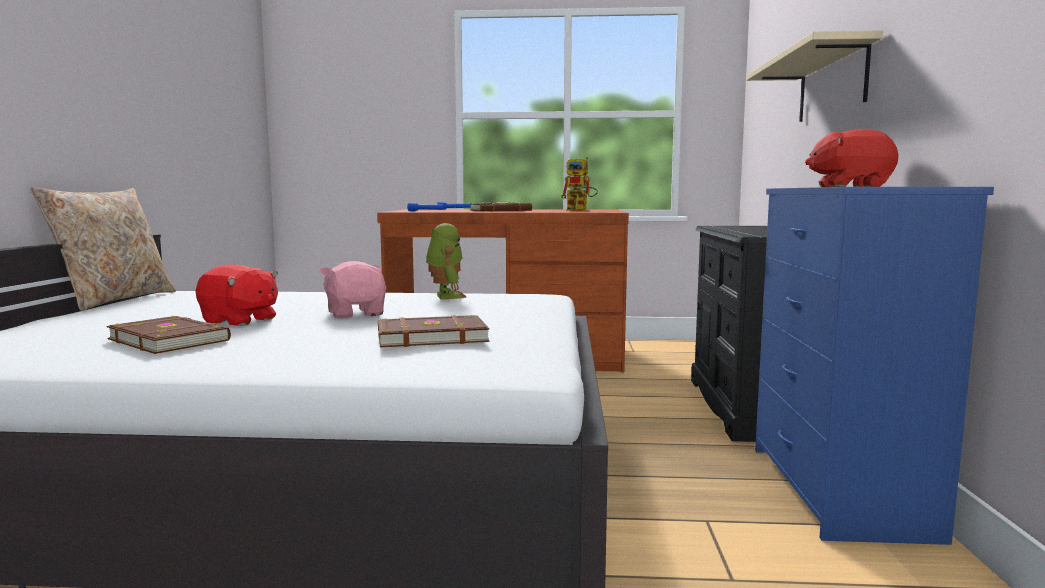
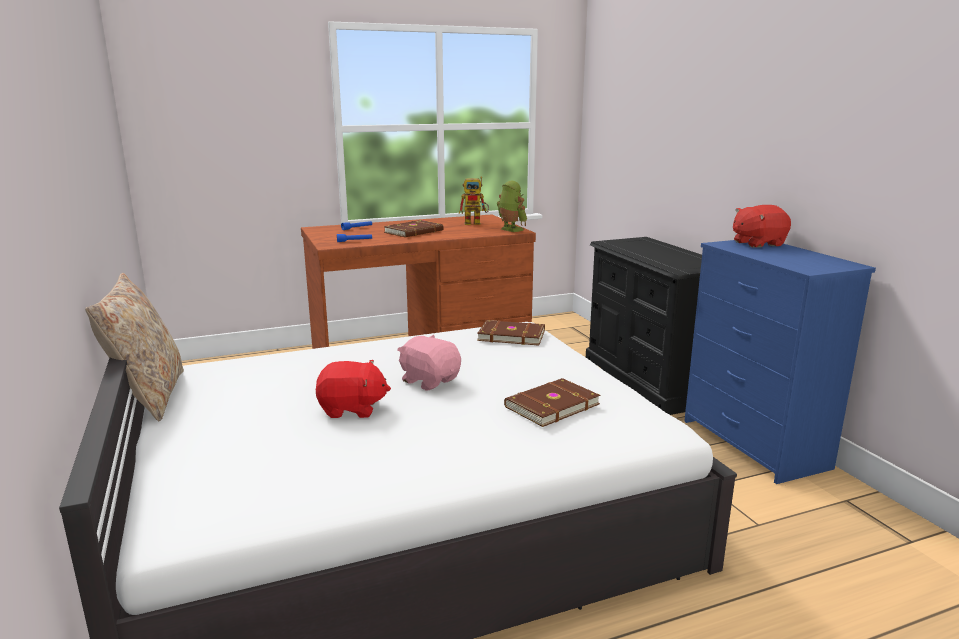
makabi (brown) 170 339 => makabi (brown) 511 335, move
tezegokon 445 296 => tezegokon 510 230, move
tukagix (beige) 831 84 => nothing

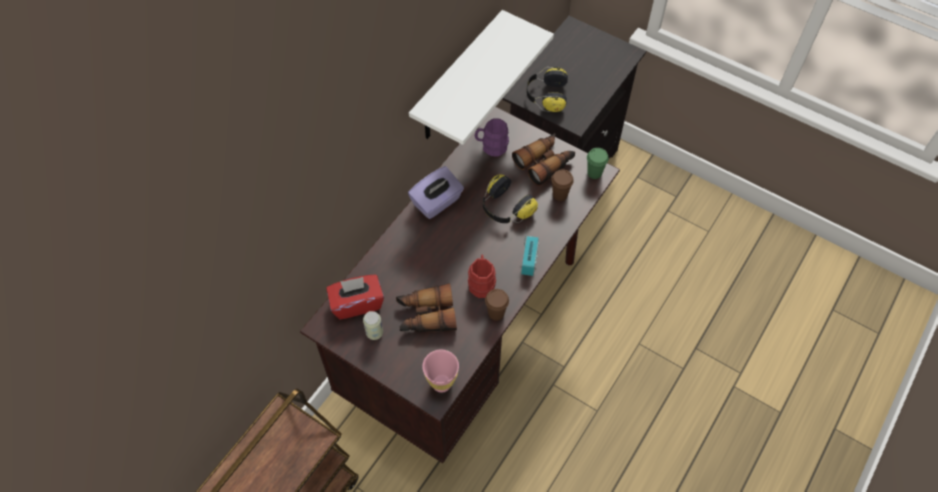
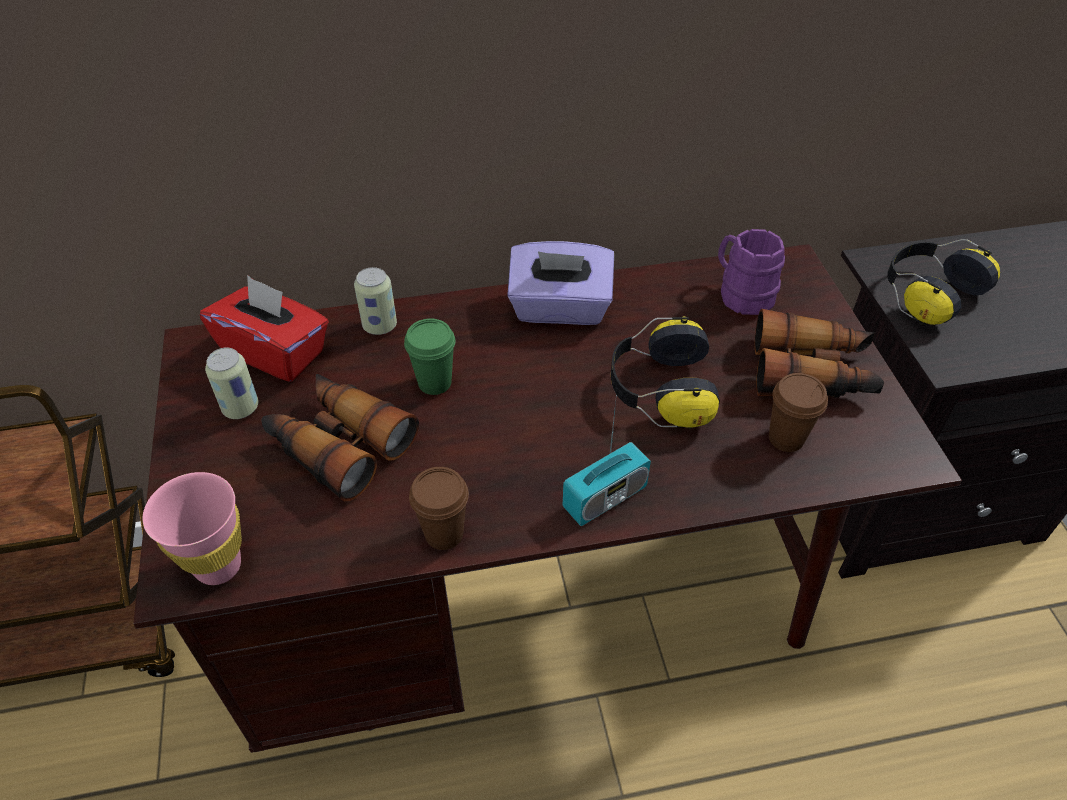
tukagix (white) 457 80 => nothing
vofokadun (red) 481 282 => nothing
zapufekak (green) 594 173 => zapufekak (green) 434 382, move
nothing => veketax 380 326

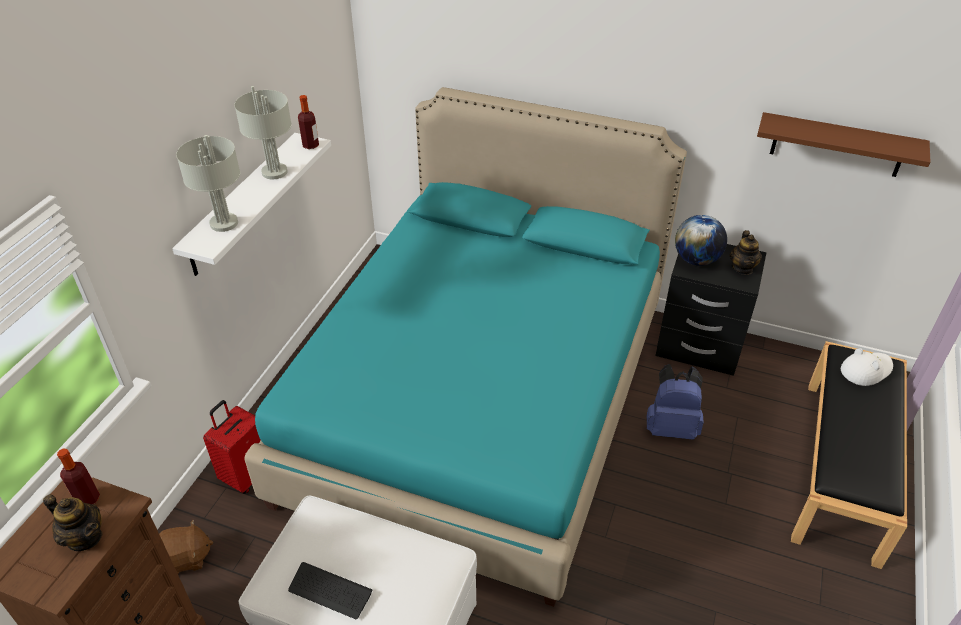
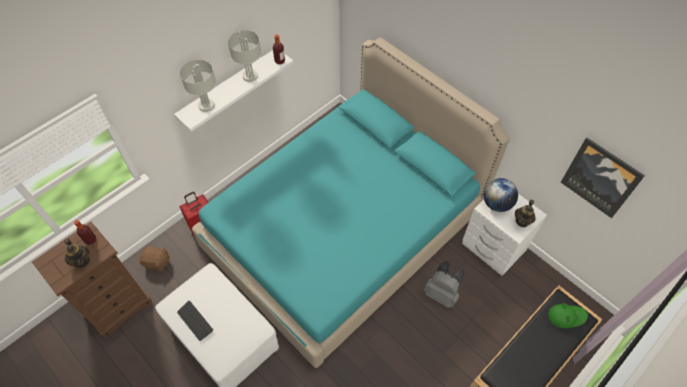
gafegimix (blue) 671 427 => gafegimix (grey) 442 293
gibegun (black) 698 347 => gibegun (white) 493 247
tukagix (brown) 837 145 => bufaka 600 177
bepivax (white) 865 370 => bepivax (green) 566 316

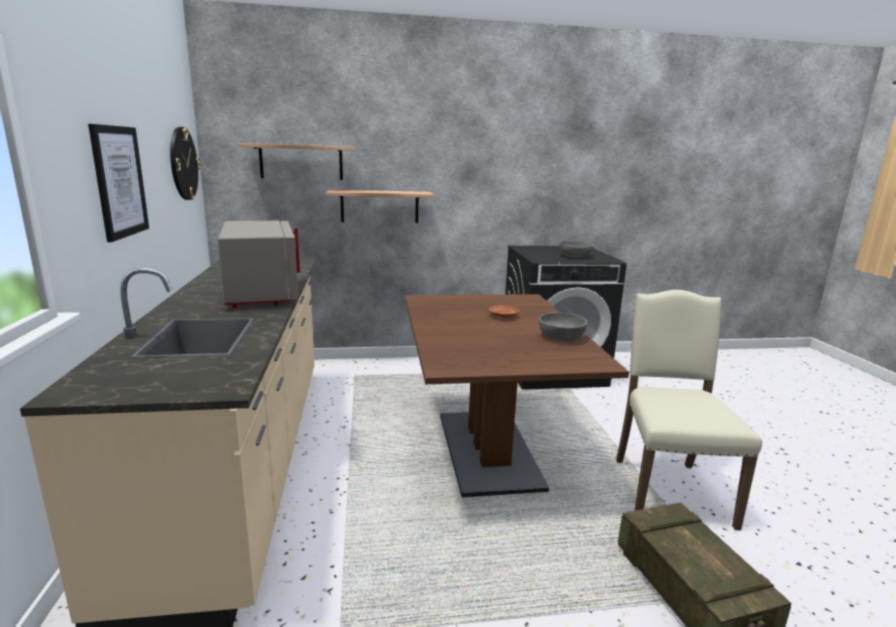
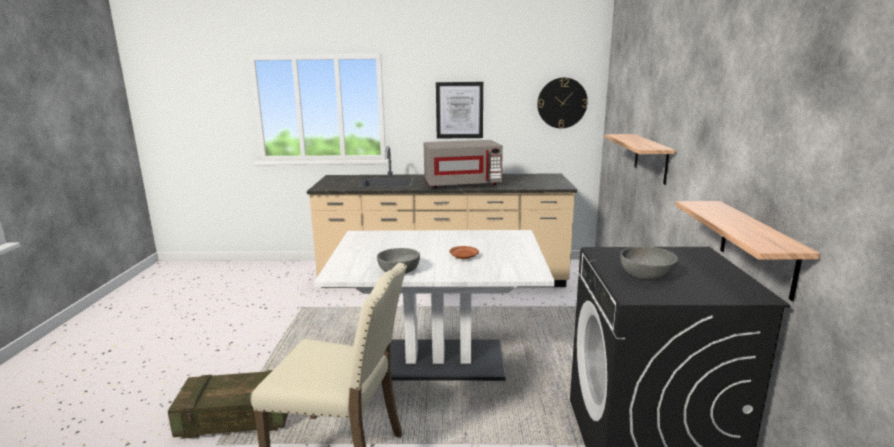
tukagix 301 162 => tukagix 757 248, move
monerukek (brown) 488 450 => monerukek (white) 438 360

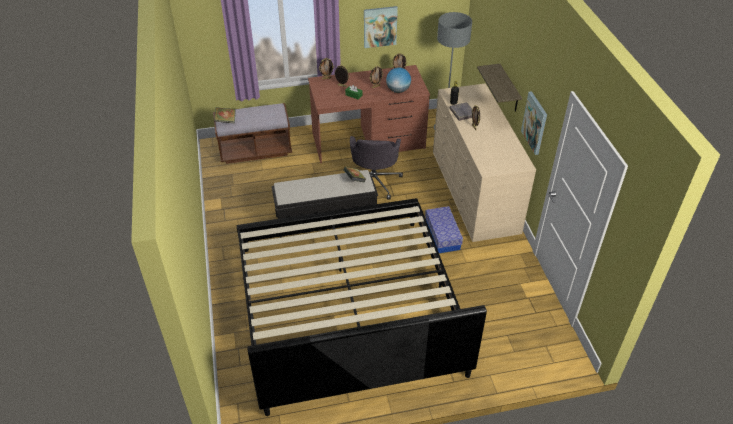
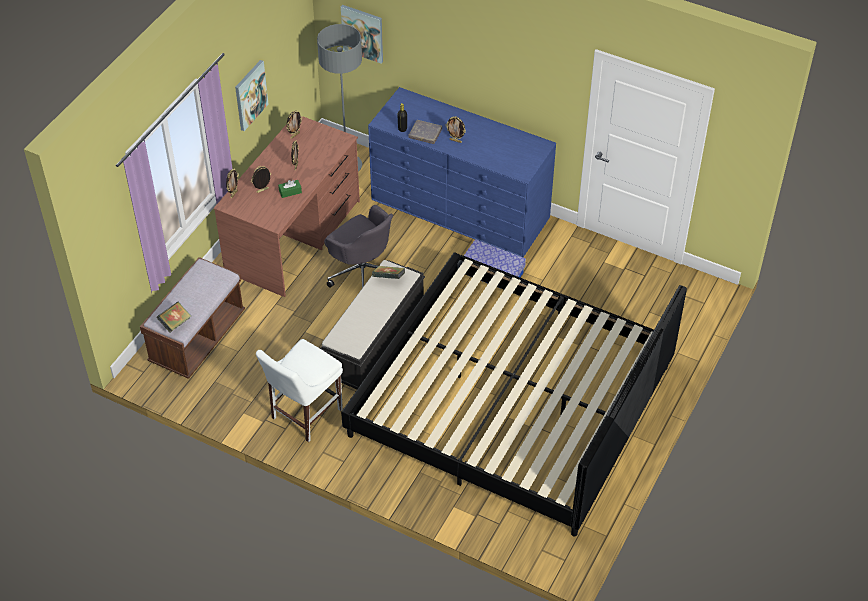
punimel 398 90 => nothing
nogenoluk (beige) 474 191 => nogenoluk (blue) 460 208
tukagix 509 89 => nothing
bufaka 535 123 => bufaka 363 33, move
nothing => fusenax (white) 304 415

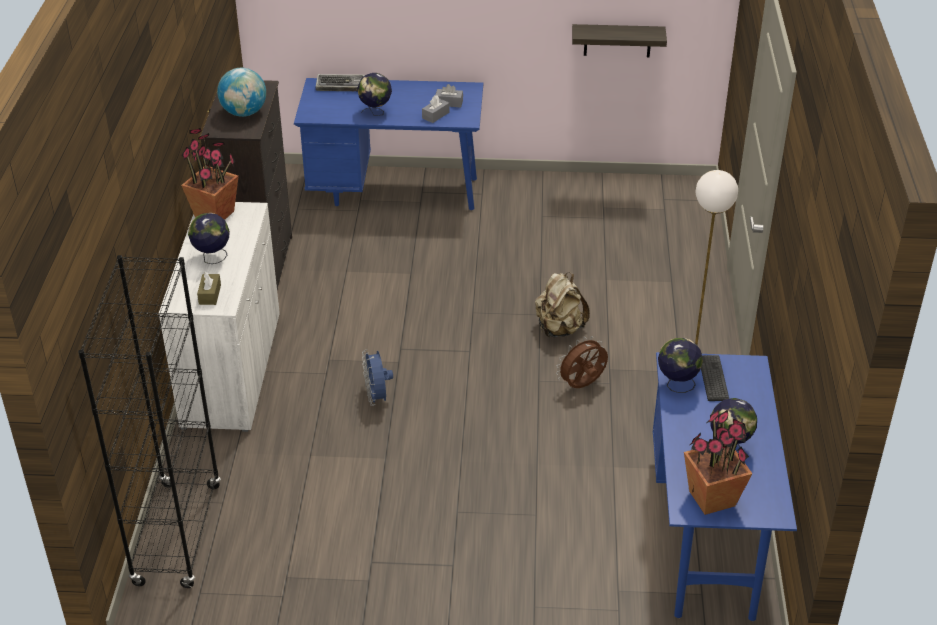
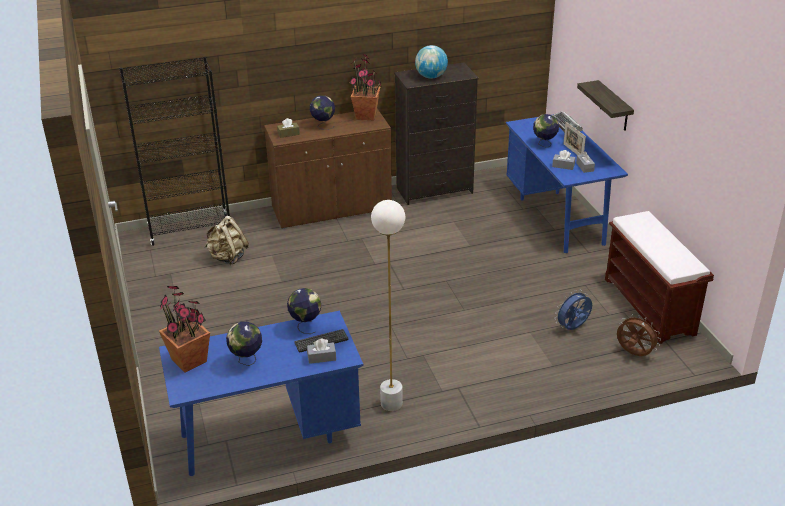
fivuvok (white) 232 370 => fivuvok (brown) 332 209
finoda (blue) 377 398 => finoda (blue) 573 328, move
gafegimix (beige) 559 329 => gafegimix (beige) 228 258, move
finoda (brown) 582 385 => finoda (brown) 633 354, move
tukagix 617 40 => tukagix 614 107, move
nothing => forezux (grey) 321 357
nothing => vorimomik 573 151
nothing => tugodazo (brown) 650 306

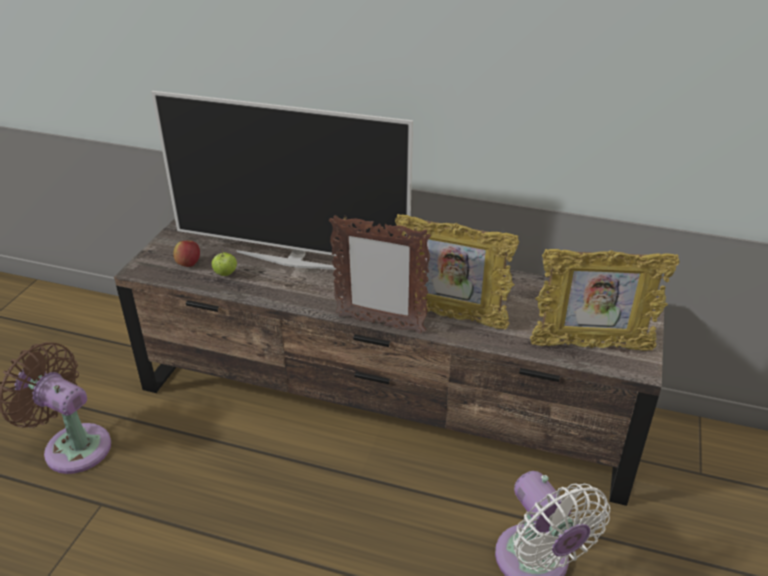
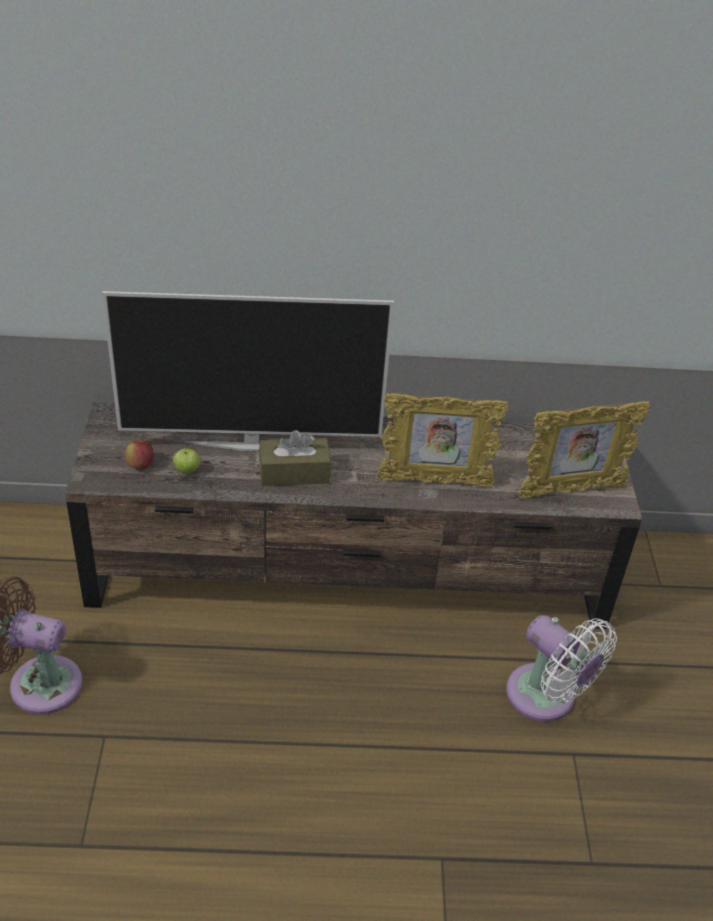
vorimomik 379 324 => nothing
nothing => forezux (brown) 294 473

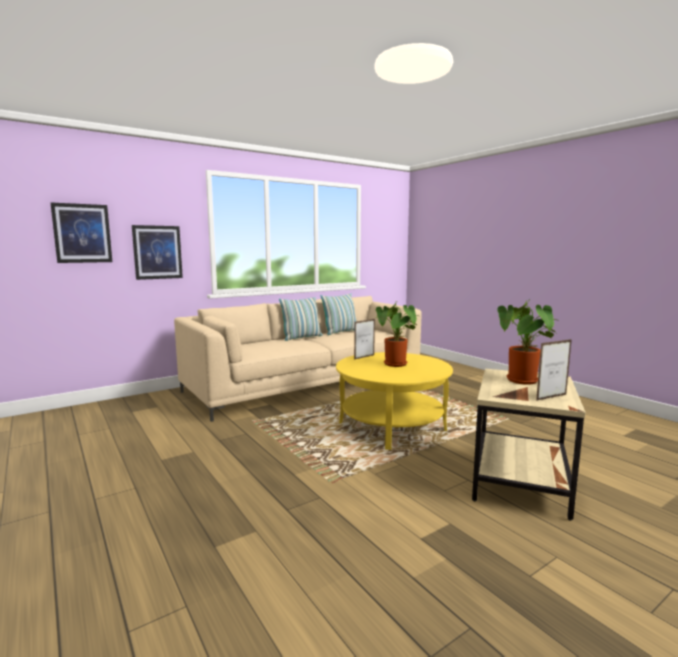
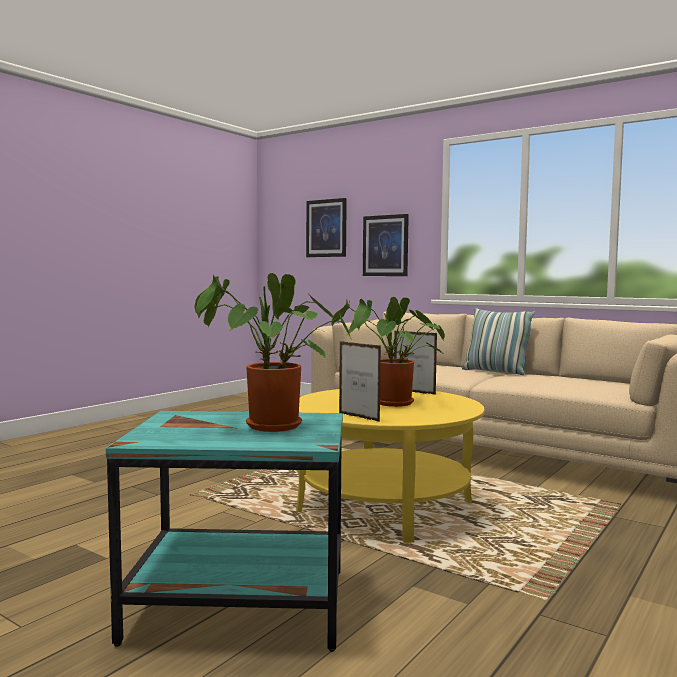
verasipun 340 332 => nothing
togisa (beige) 518 481 => togisa (turquoise) 240 604
vorimomik 551 397 => vorimomik 359 417, move

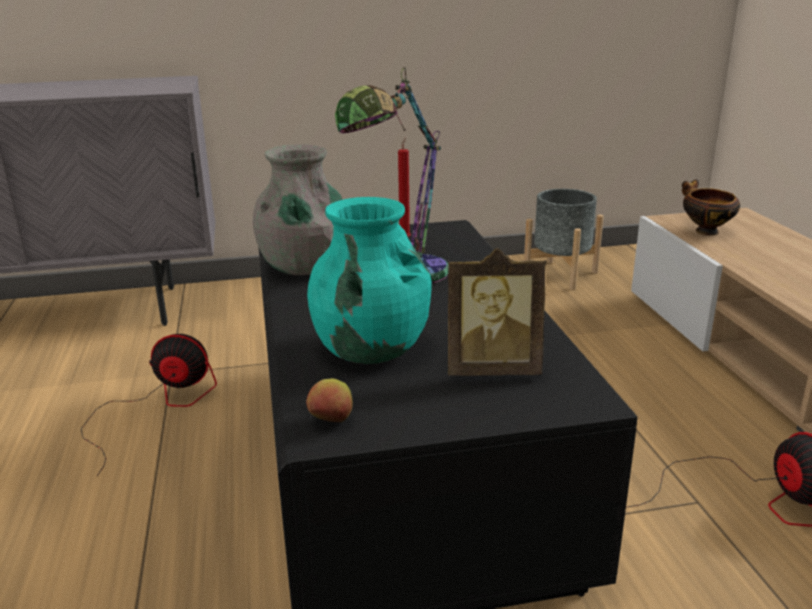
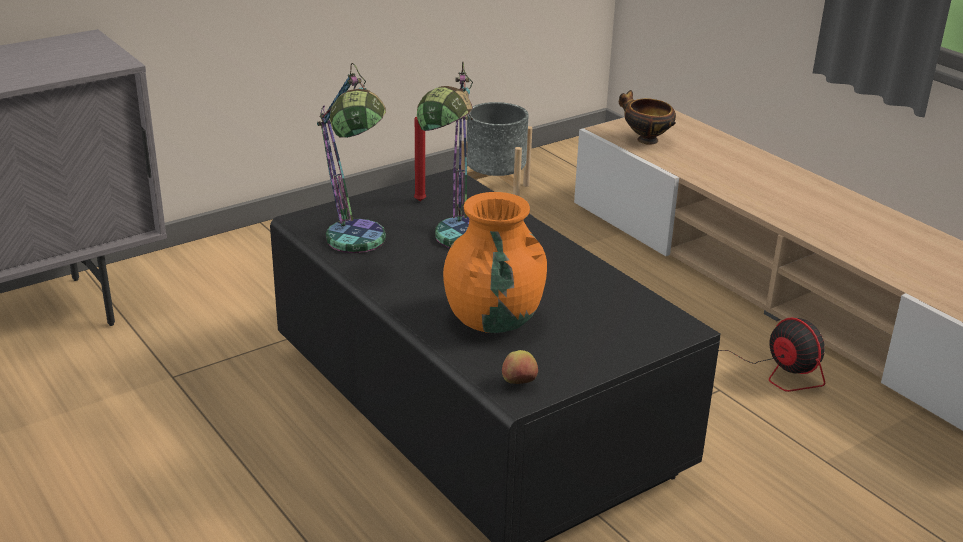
finoda 157 407 => nothing
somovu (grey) 304 267 => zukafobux 355 248
somovu (turquoise) 371 350 => somovu (orange) 493 319
vorimomik 492 369 => nothing

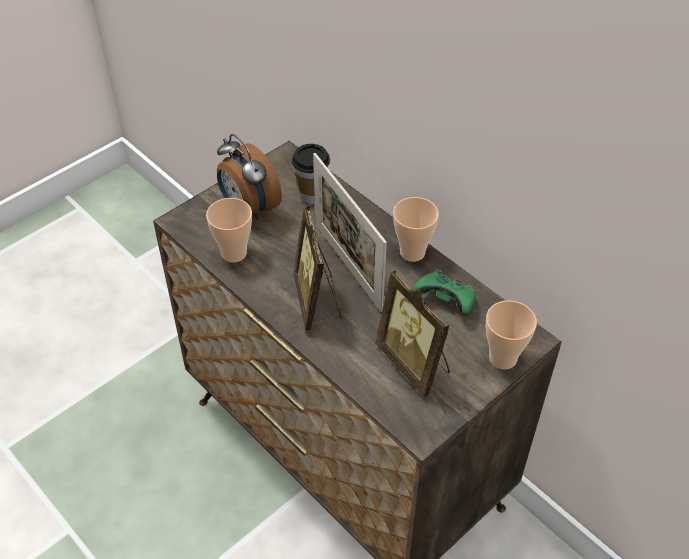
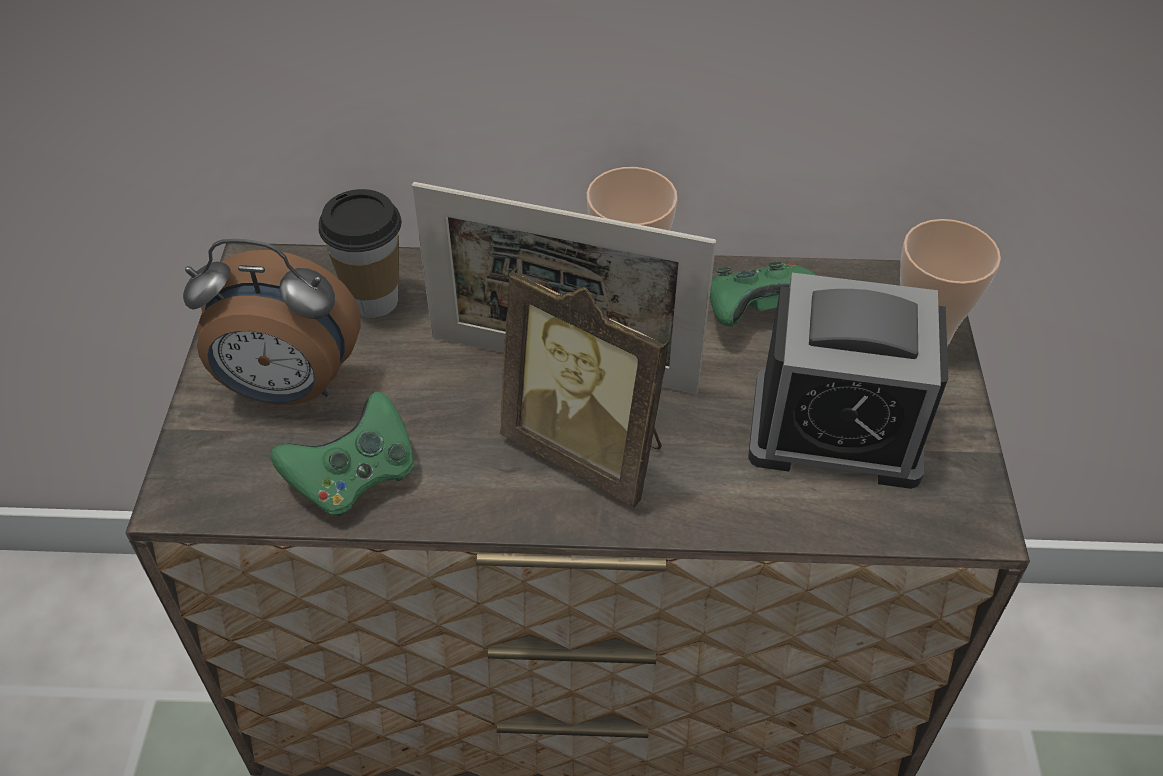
zapufekak 234 253 => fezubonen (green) 354 478
vorimomik 414 363 => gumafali 835 430

